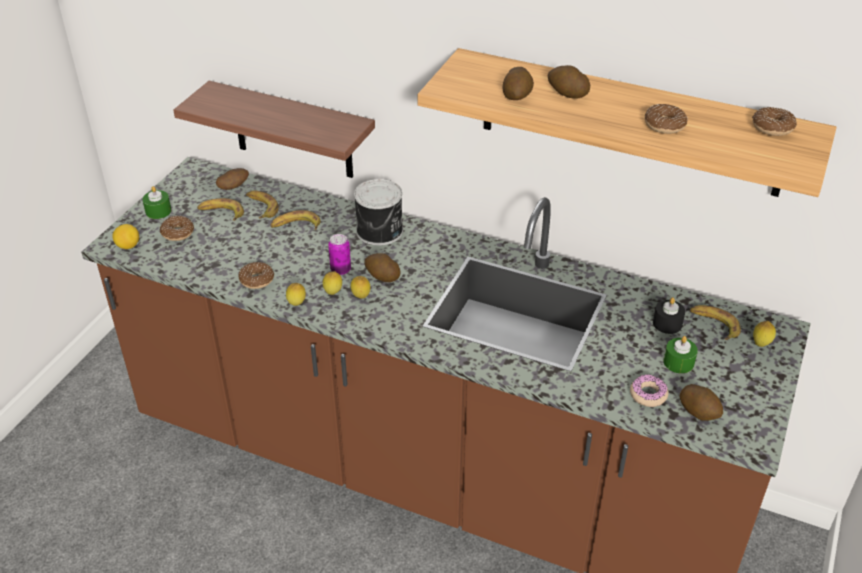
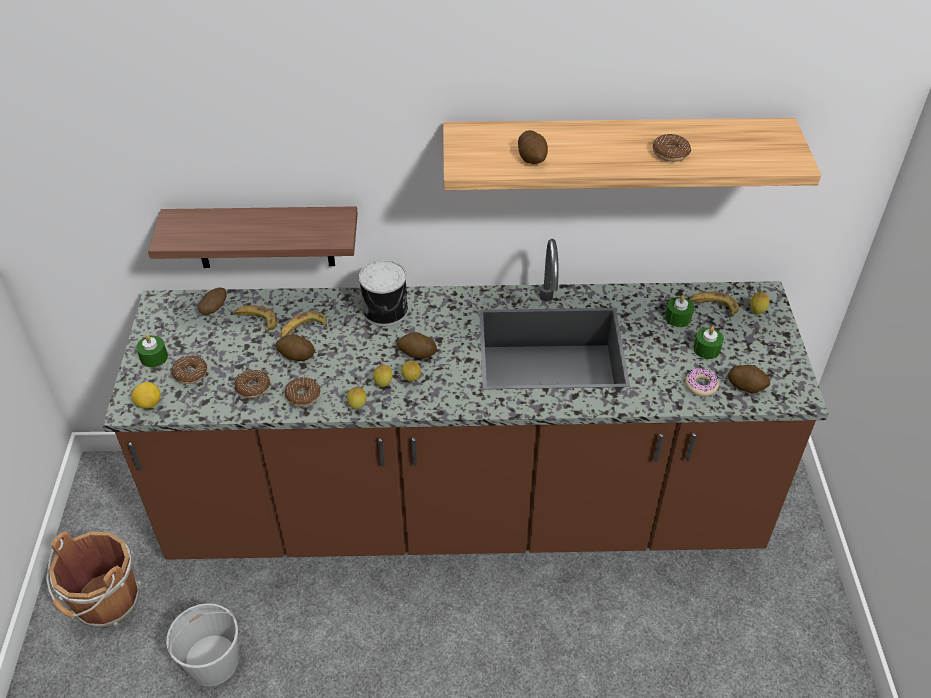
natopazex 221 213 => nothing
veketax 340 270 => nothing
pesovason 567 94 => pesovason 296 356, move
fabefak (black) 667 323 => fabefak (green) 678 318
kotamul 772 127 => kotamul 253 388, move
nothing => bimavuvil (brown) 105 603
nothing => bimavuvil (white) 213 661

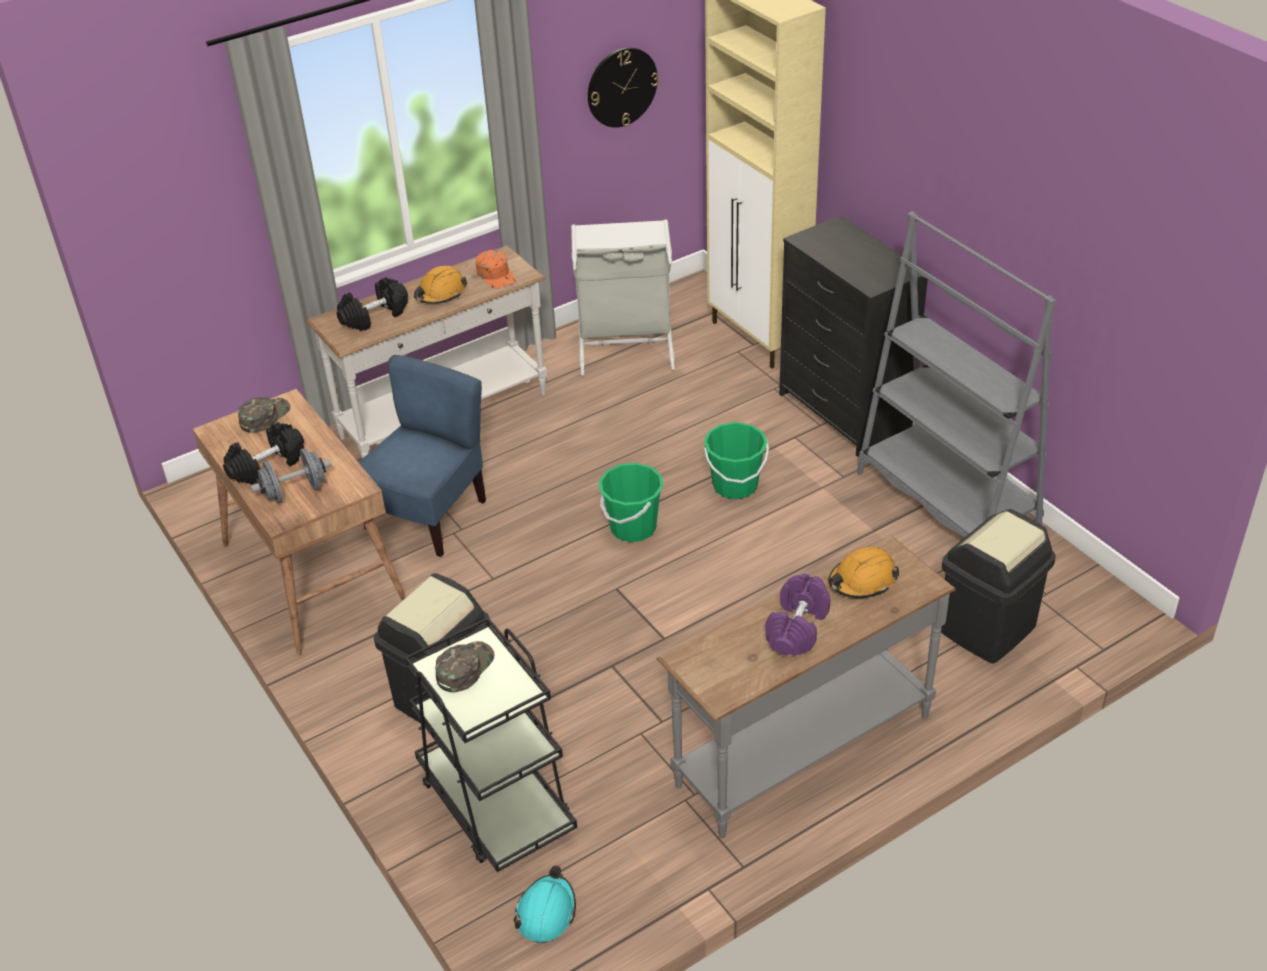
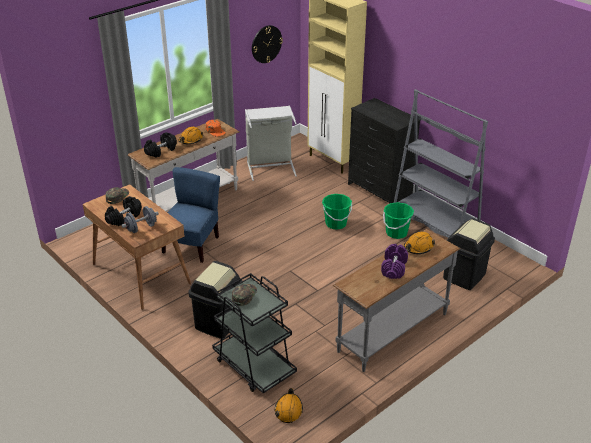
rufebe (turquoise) 546 912 => rufebe (orange) 288 410
bimavuvil (green) 633 527 => bimavuvil (green) 396 233, move

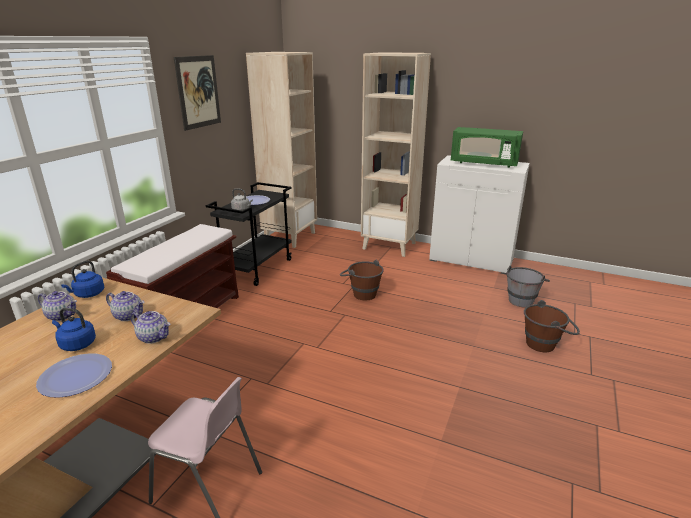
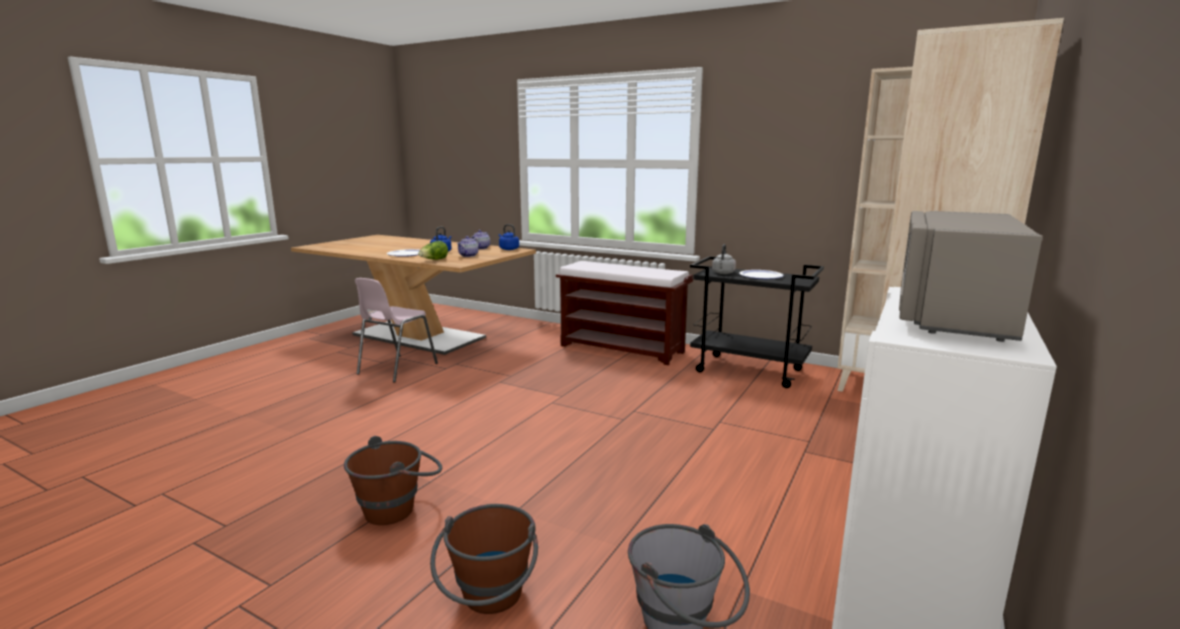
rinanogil 154 337 => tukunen 434 260
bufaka 198 92 => nothing
bimavuvil (brown) 361 293 => bimavuvil (brown) 399 507, move
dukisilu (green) 483 163 => dukisilu (grey) 951 316

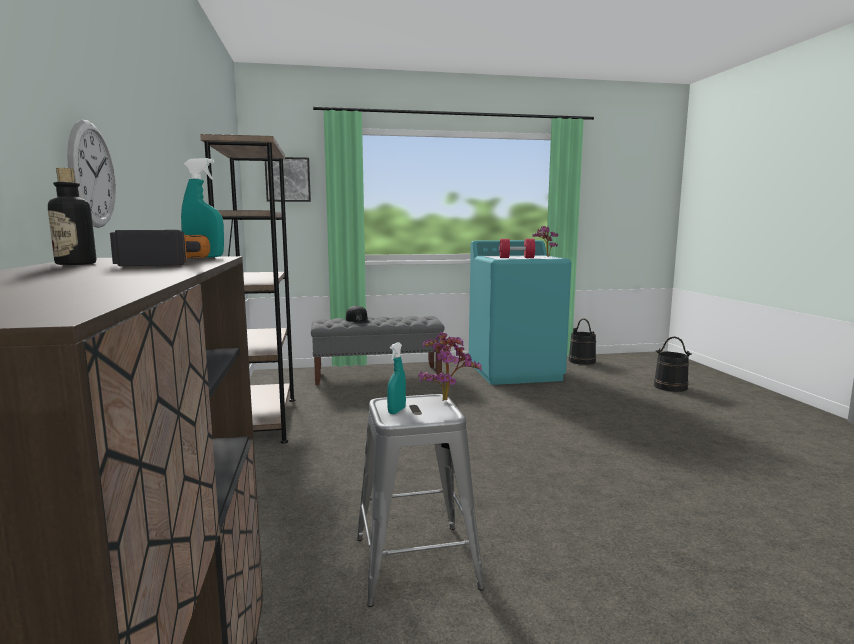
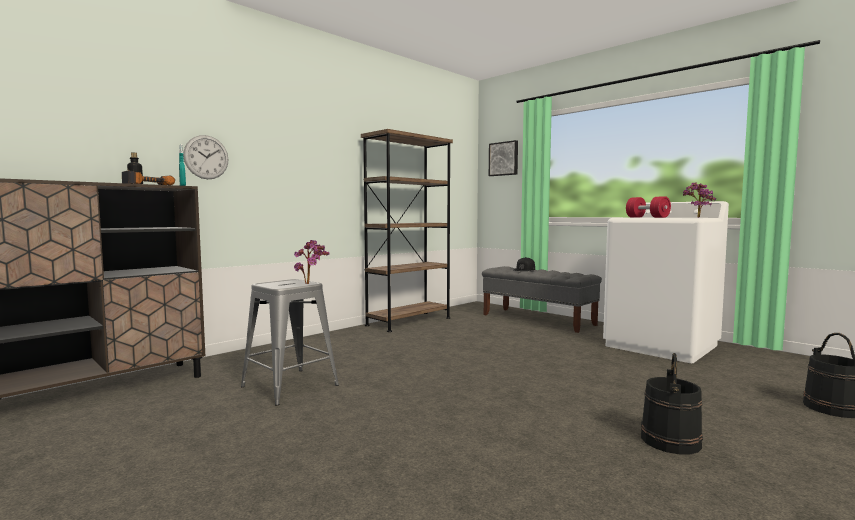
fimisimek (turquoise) 396 411 => nothing
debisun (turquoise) 515 372 => debisun (white) 662 346
bimavuvil (black) 582 361 => bimavuvil (black) 670 441, move

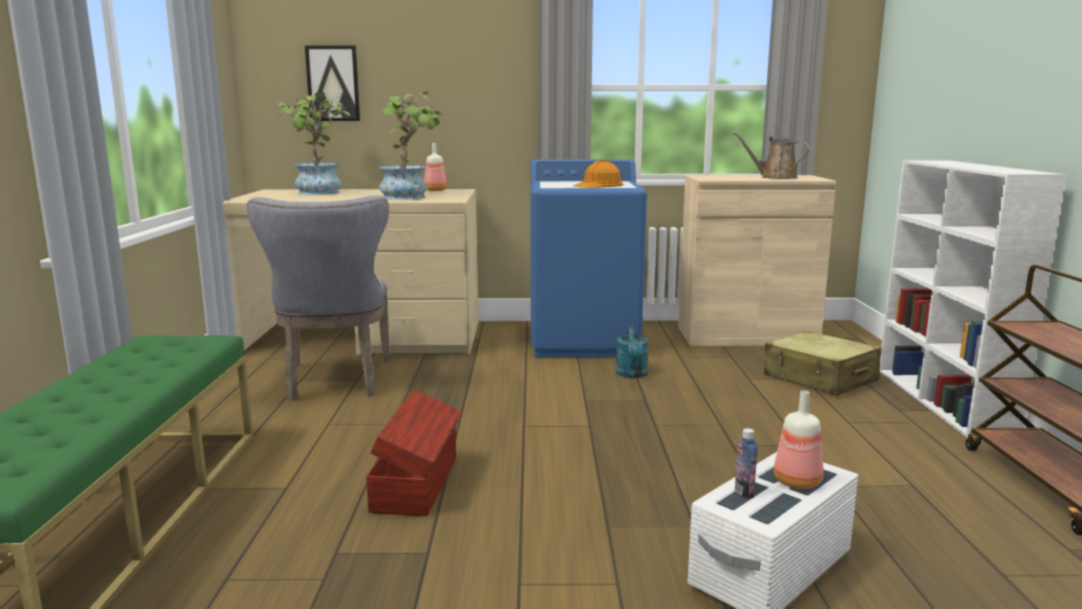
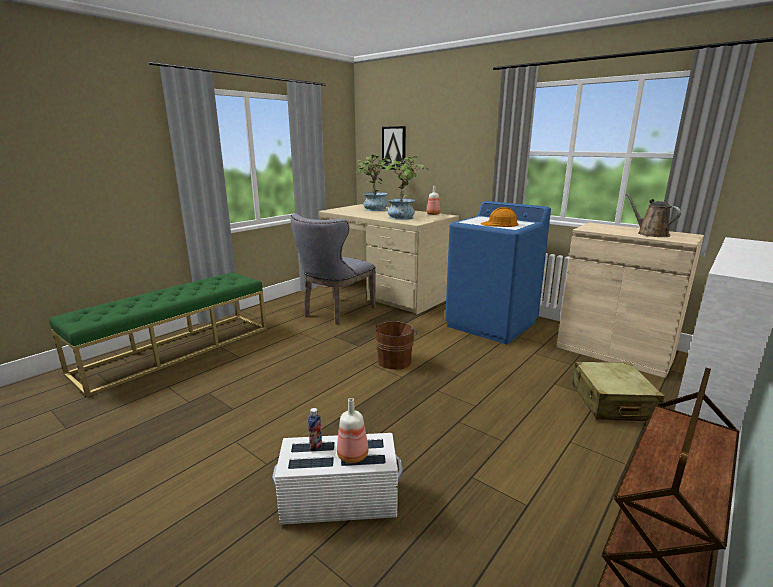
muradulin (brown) 417 483 => nothing
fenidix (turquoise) 632 375 => nothing
nothing => bimavuvil (brown) 395 360

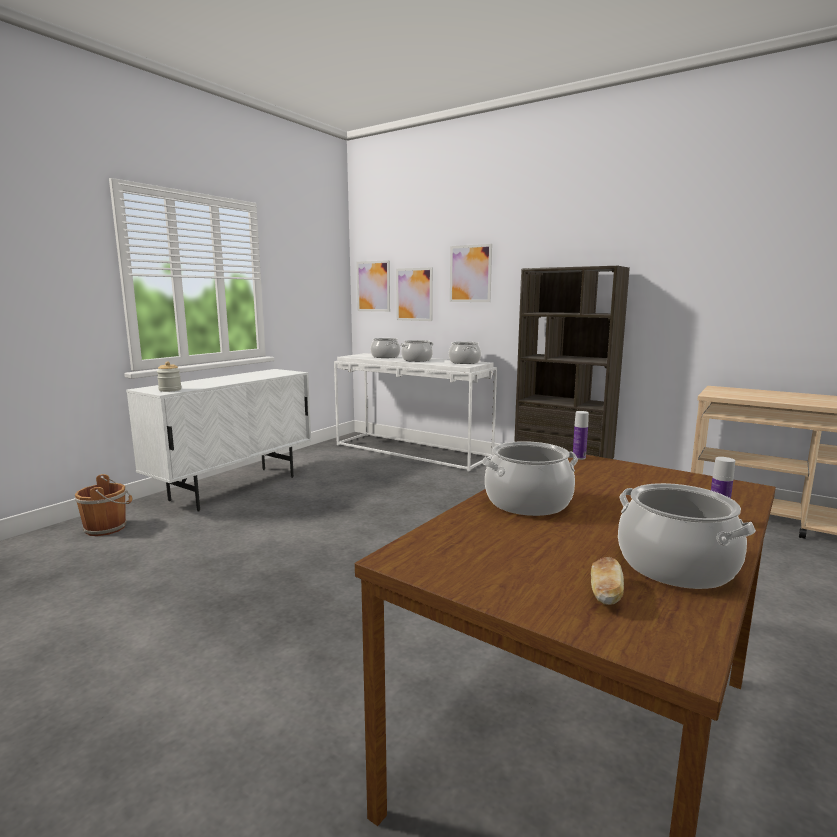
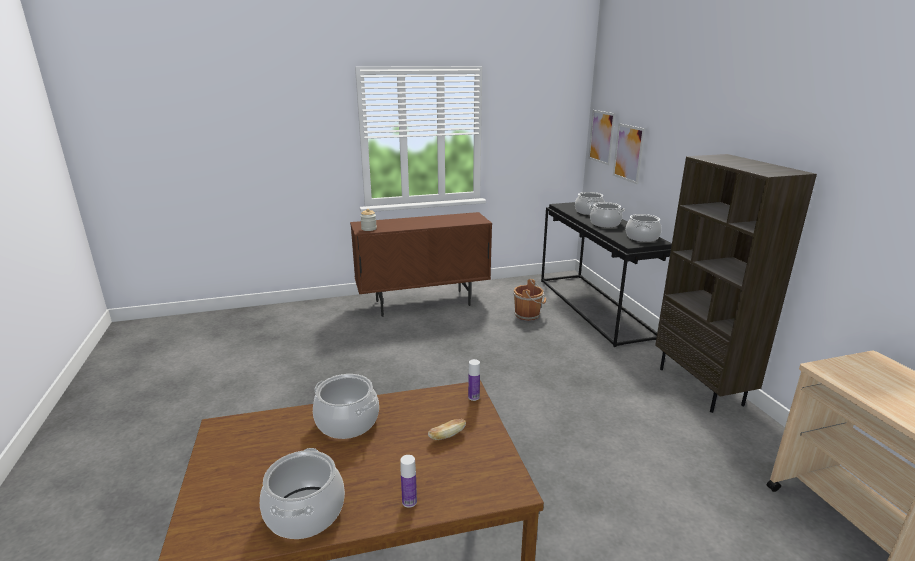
bimavuvil (brown) 108 528 => bimavuvil (brown) 528 315, move
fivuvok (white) 235 488 => fivuvok (brown) 423 303
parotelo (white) 413 451 => parotelo (black) 596 307
bufaka 470 273 => nothing
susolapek 605 594 => susolapek 447 435, move

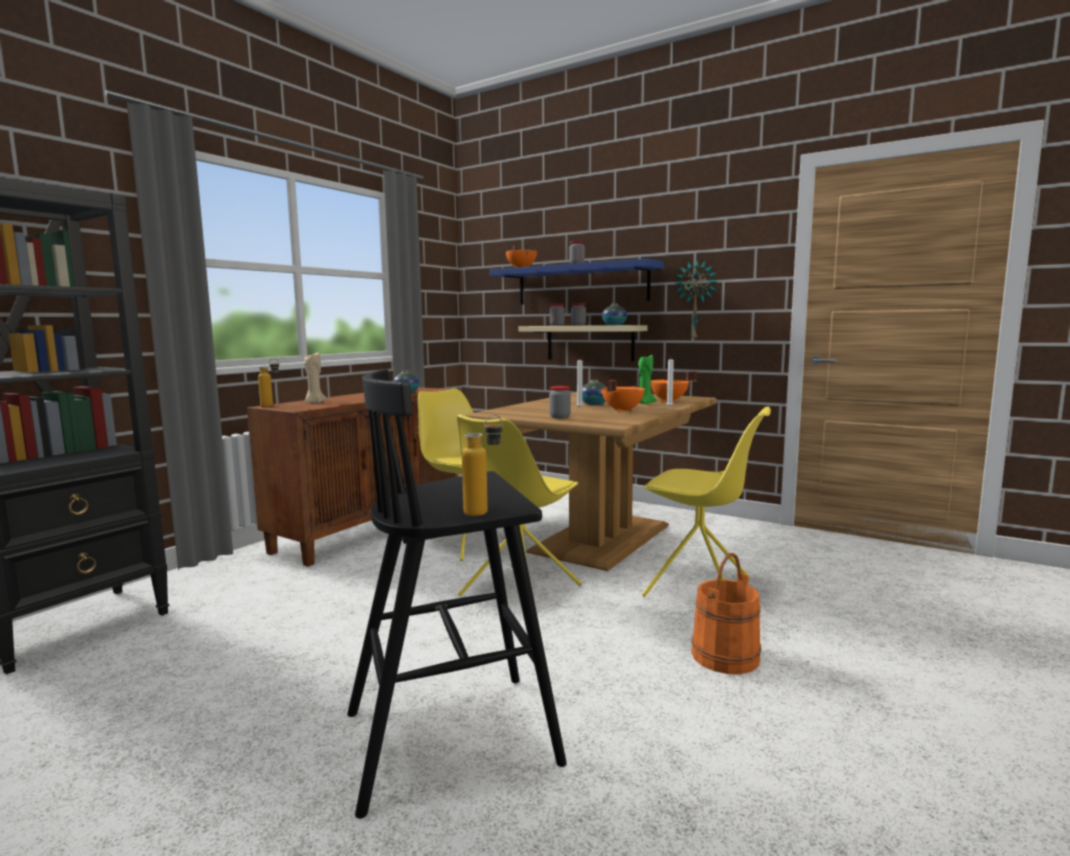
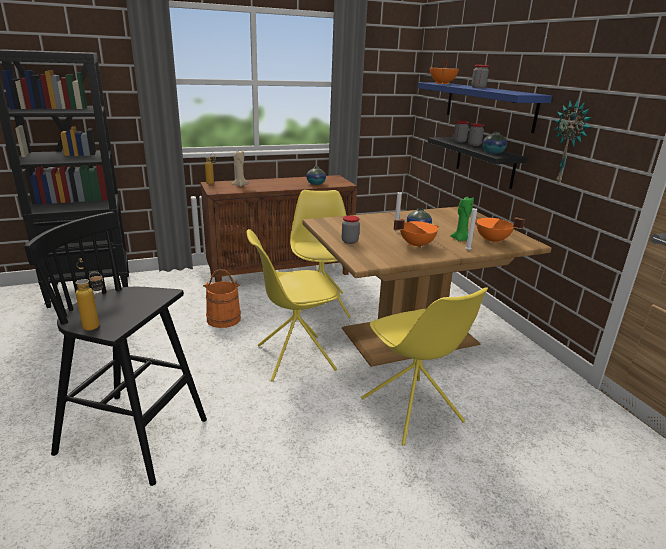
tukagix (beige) 589 343 => tukagix (black) 484 162
bimavuvil (orange) 724 656 => bimavuvil (orange) 224 319, move

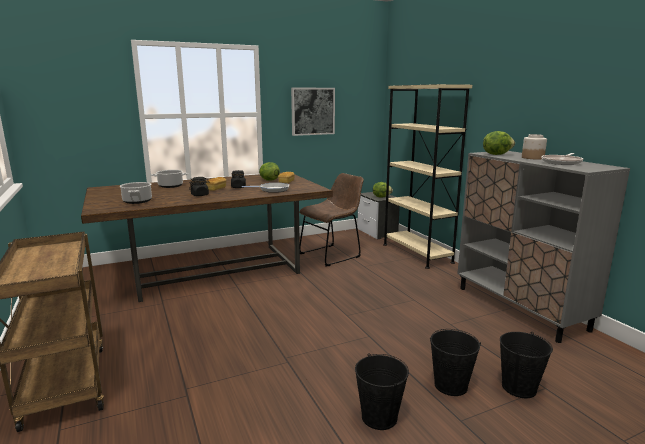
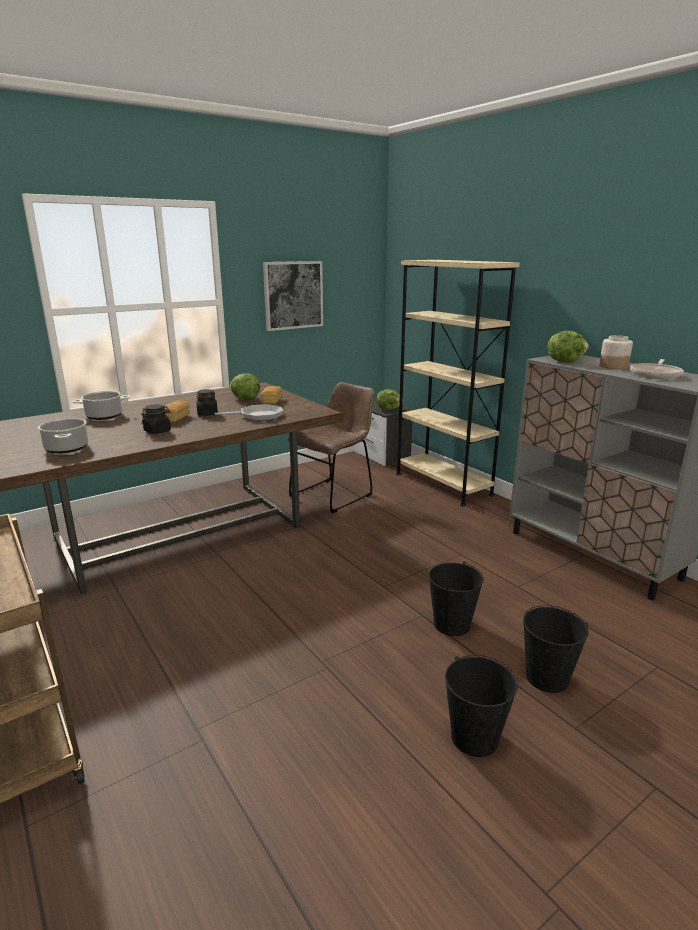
bimavuvil (black) 518 387 => bimavuvil (black) 451 624, move

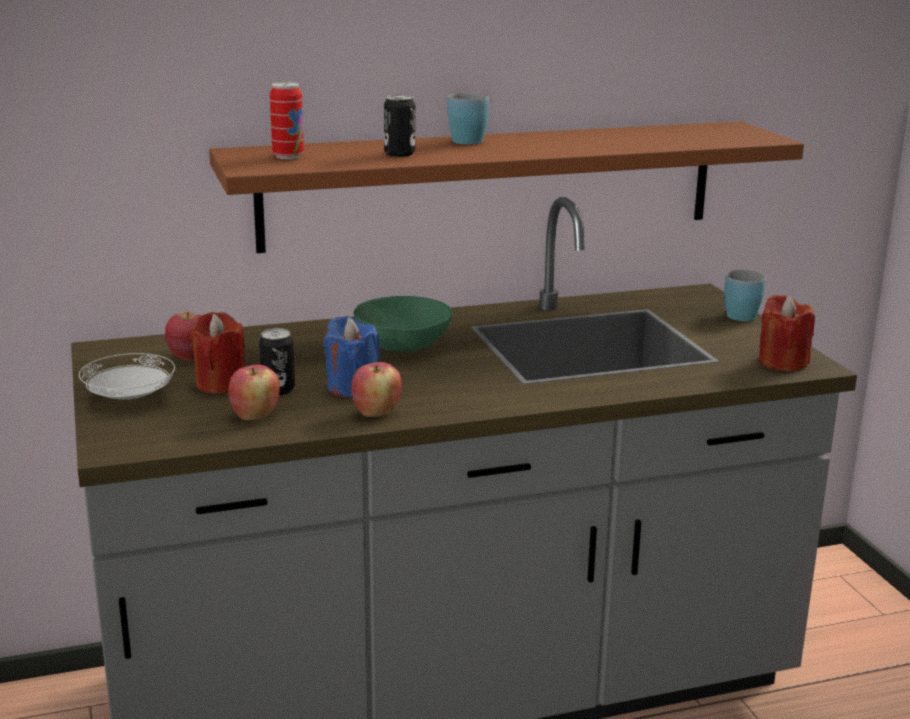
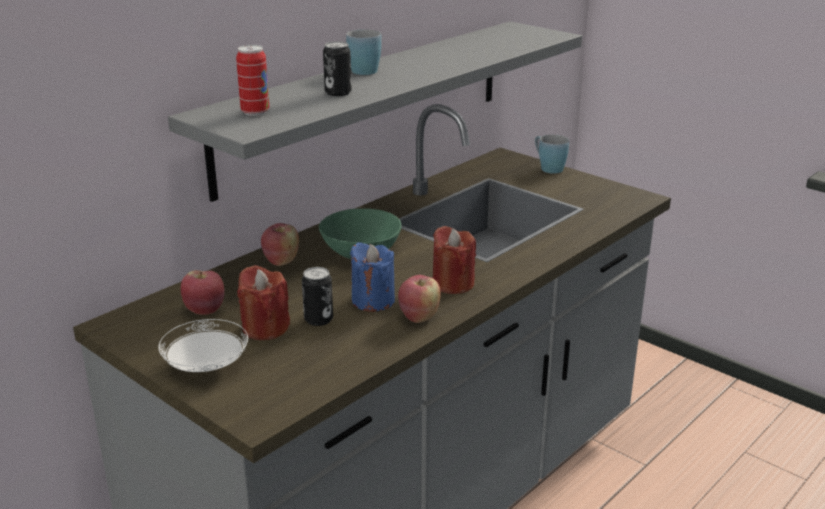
tukagix (brown) 491 184 => tukagix (grey) 368 102
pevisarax 254 415 => pevisarax 281 261, move
fabefak (red) 782 362 => fabefak (red) 453 284, move

